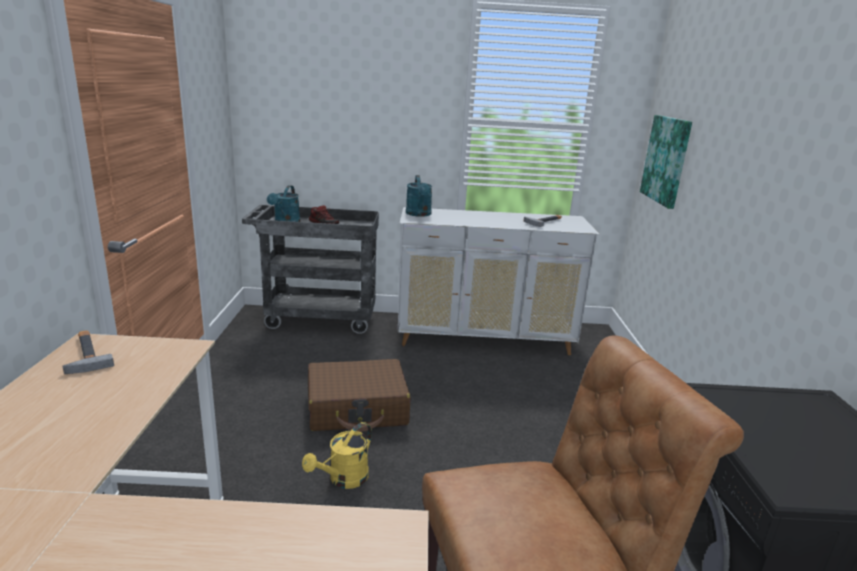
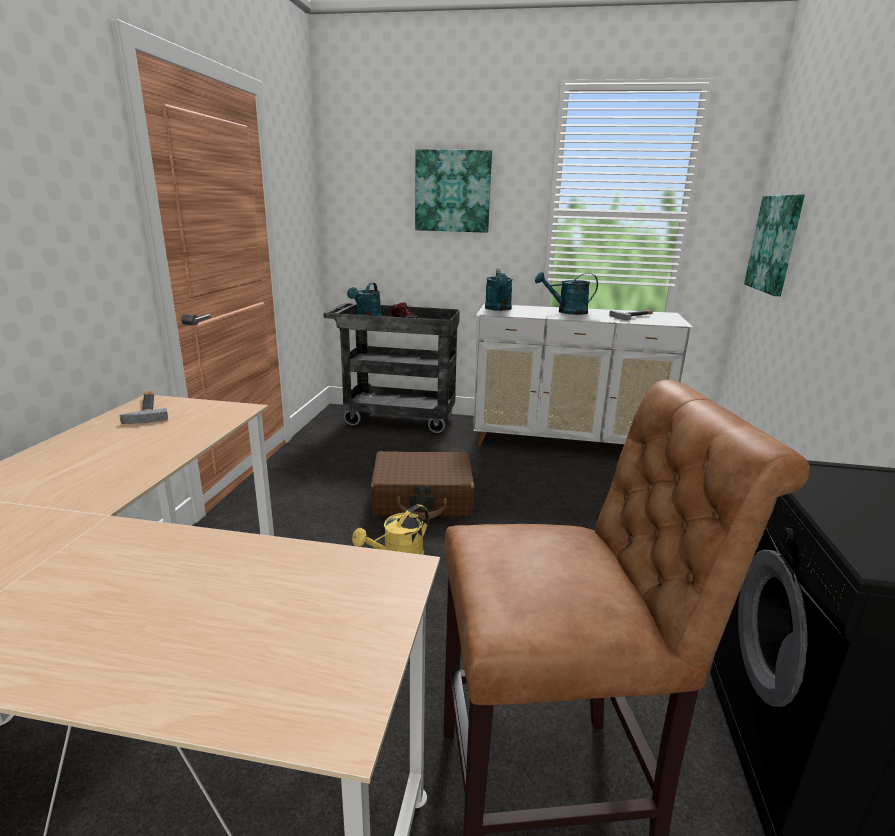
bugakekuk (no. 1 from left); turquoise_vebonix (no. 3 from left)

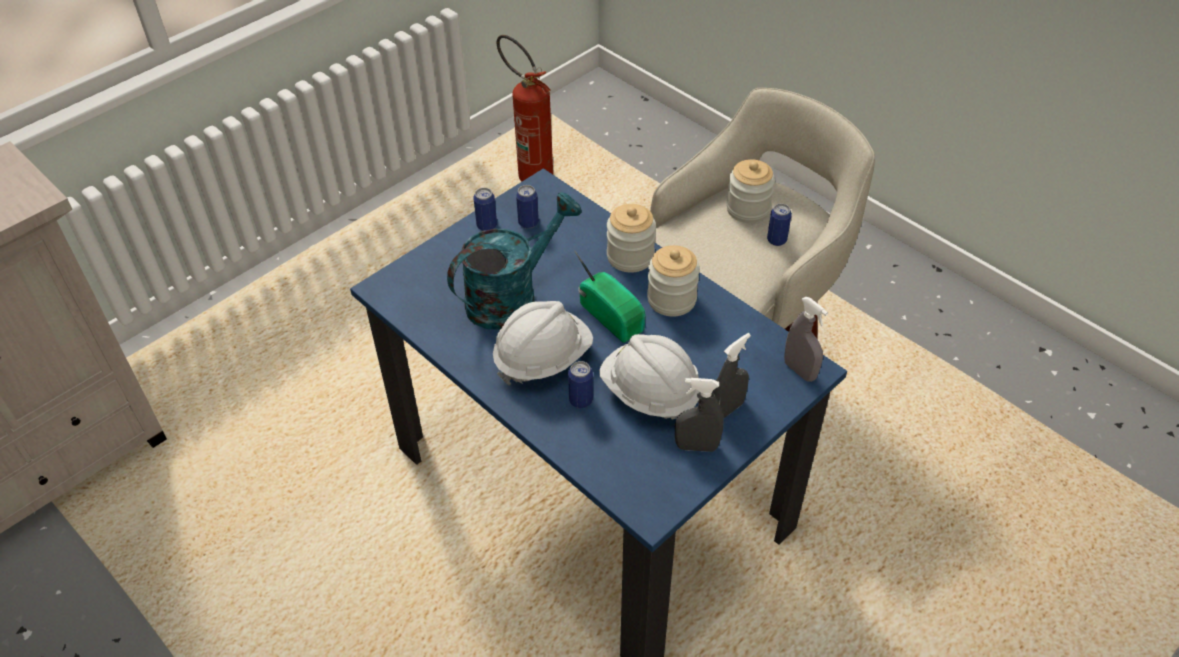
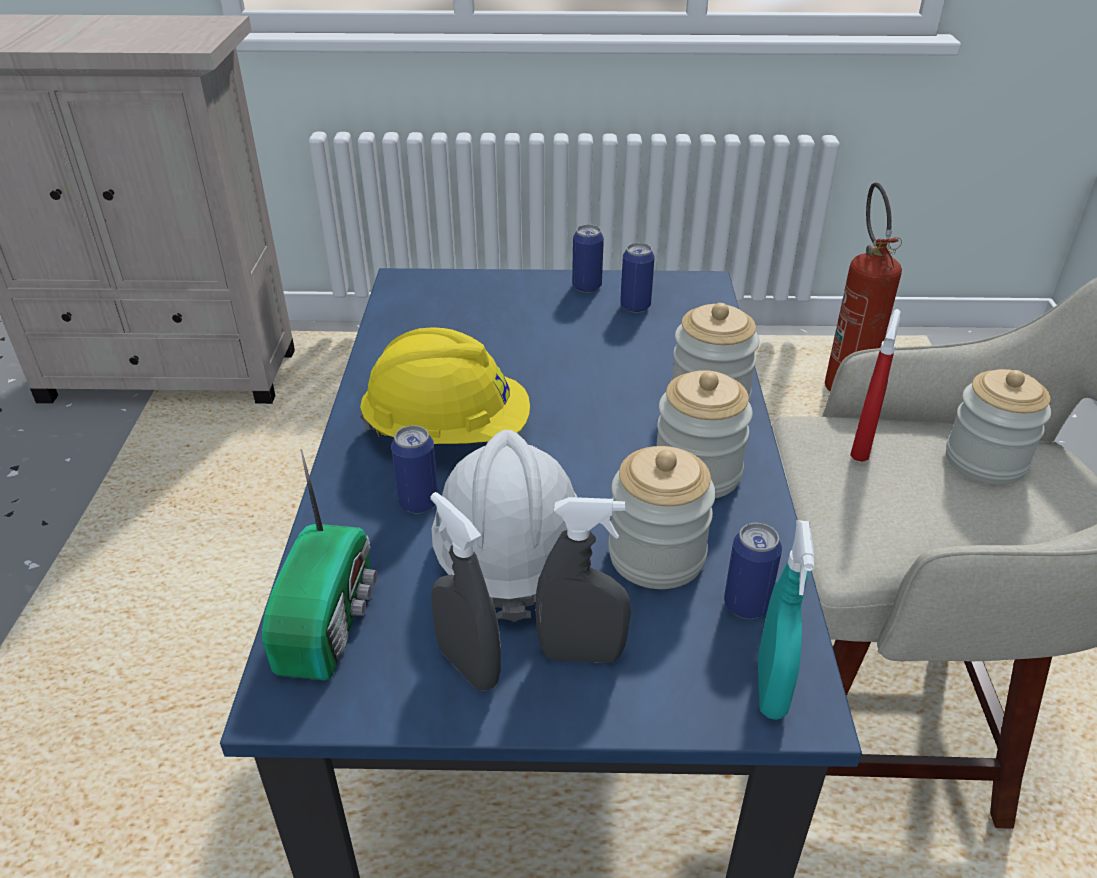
turquoise_vebonix; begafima (no. 1 from left); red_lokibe; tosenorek; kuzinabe (no. 4 from left); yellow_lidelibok; turquoise_lokibe

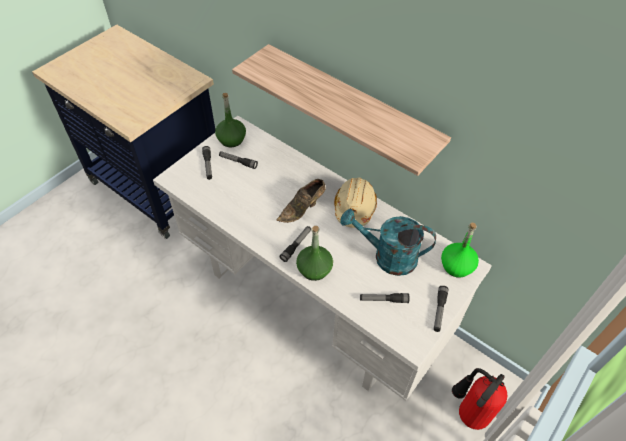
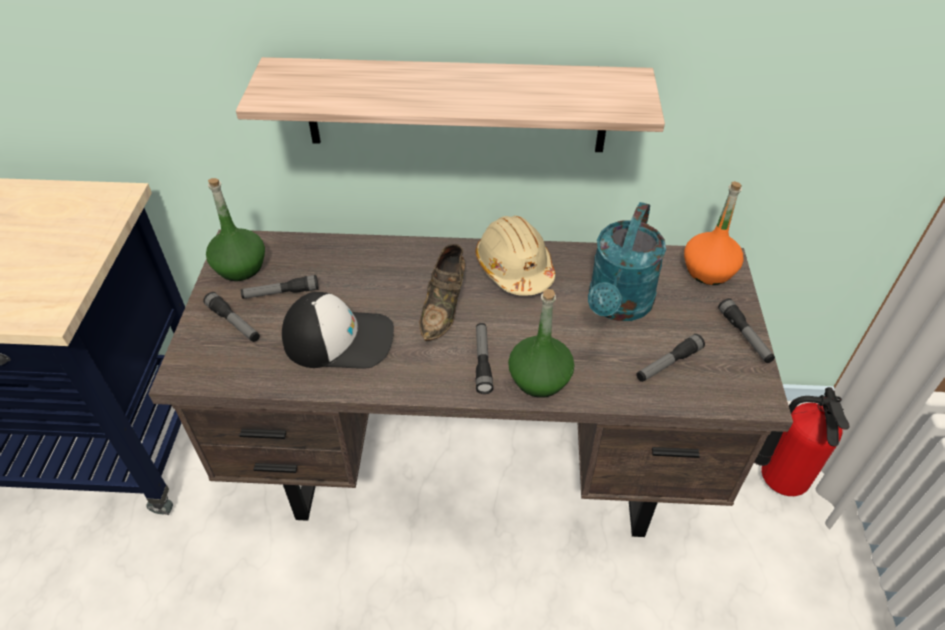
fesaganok; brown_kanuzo; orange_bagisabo; turquoise_vebonix

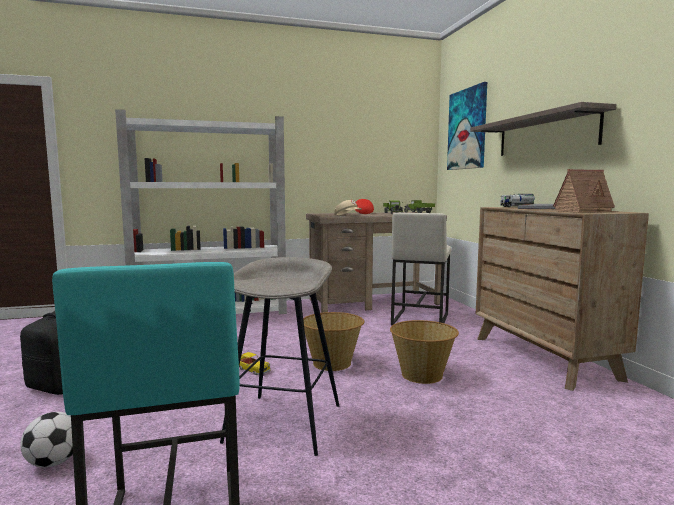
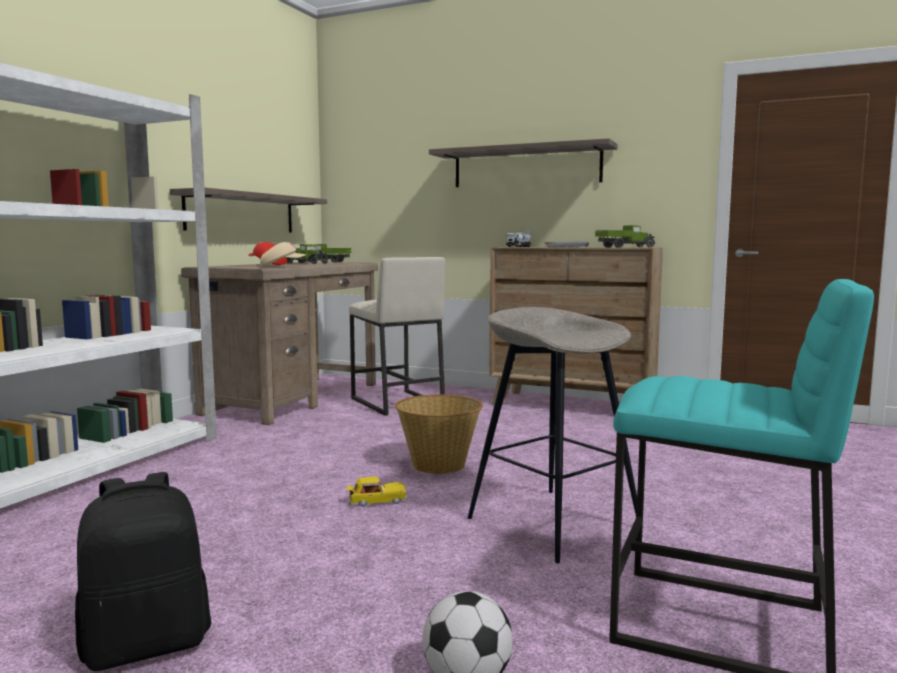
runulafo (no. 2 from left in the first image); bugakekuk; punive (no. 1 from left); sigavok (no. 4 from left)

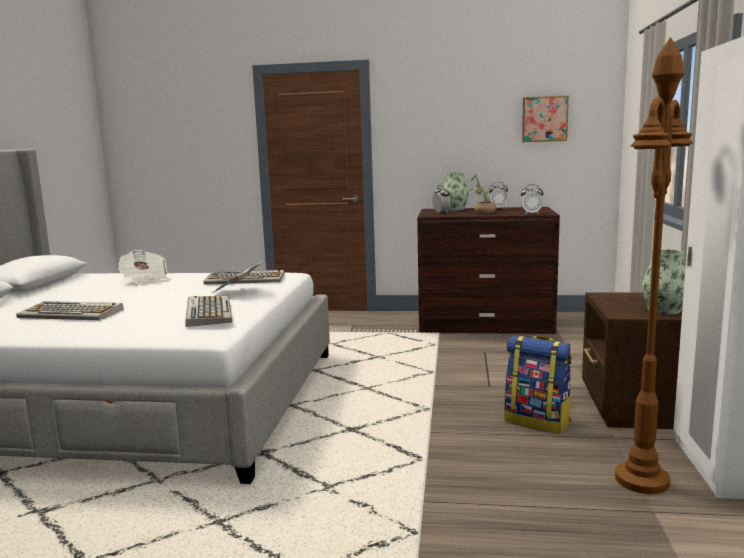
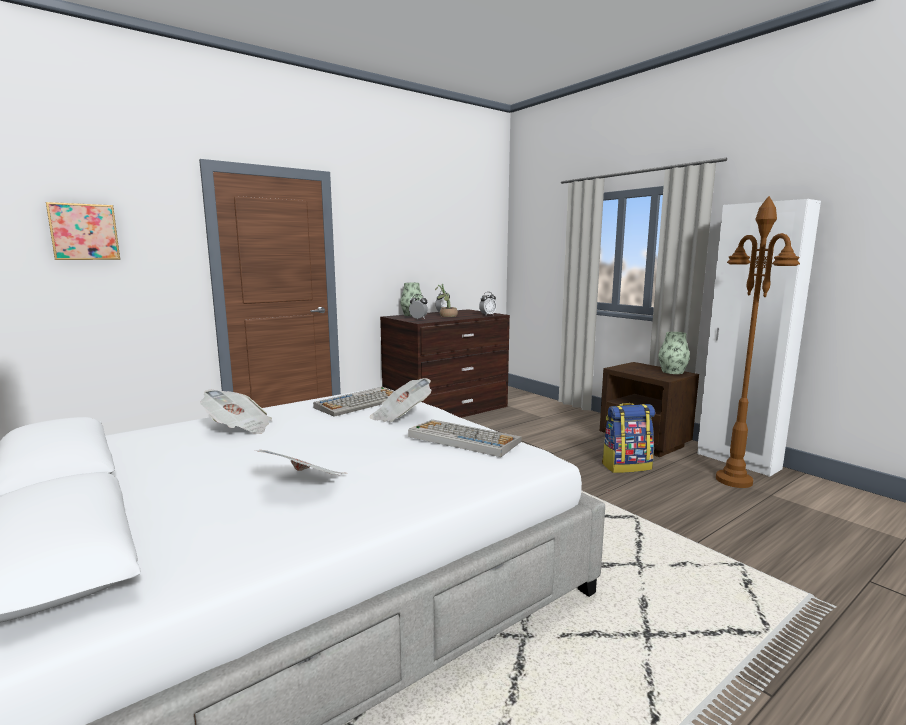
bugakekuk; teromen (no. 2 from left)

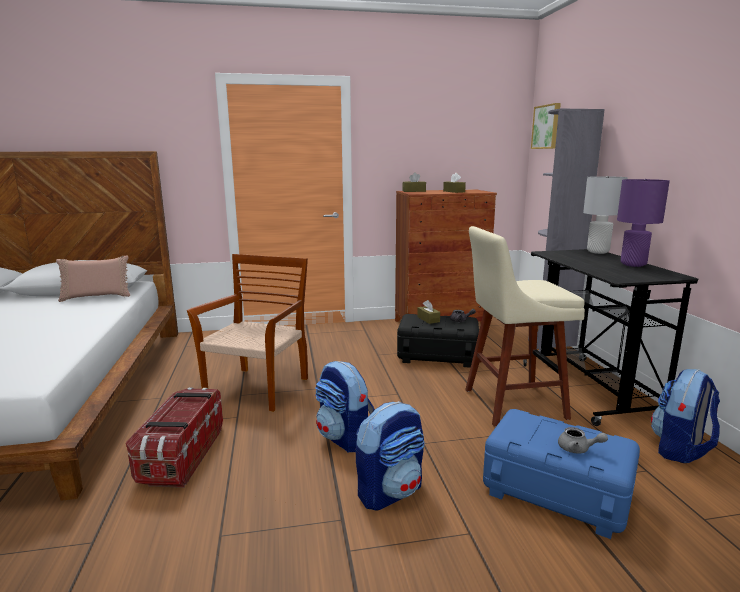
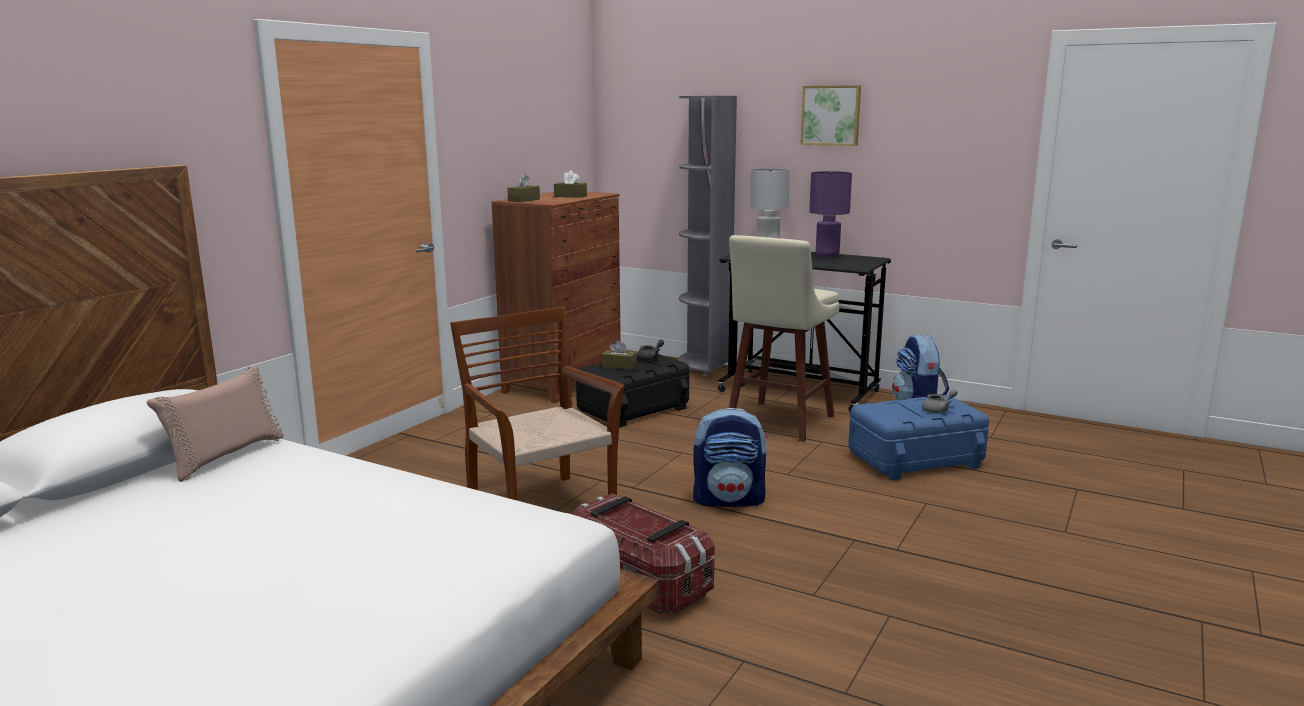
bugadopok (no. 2 from left in the first image); bugakekuk

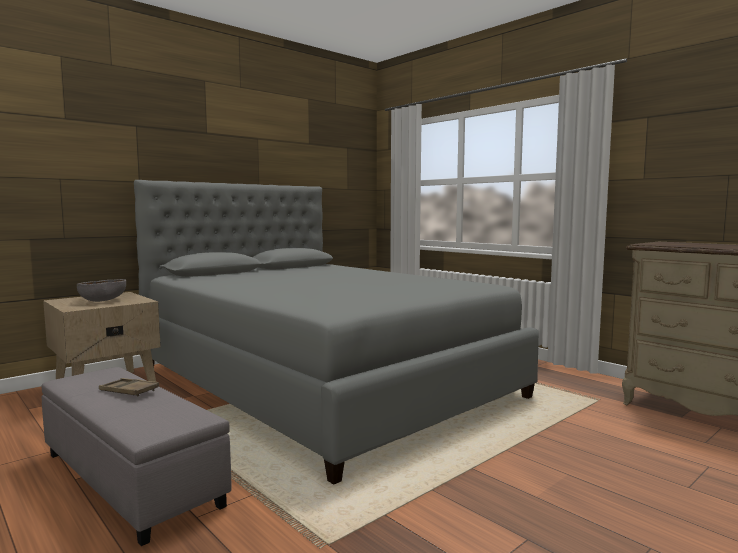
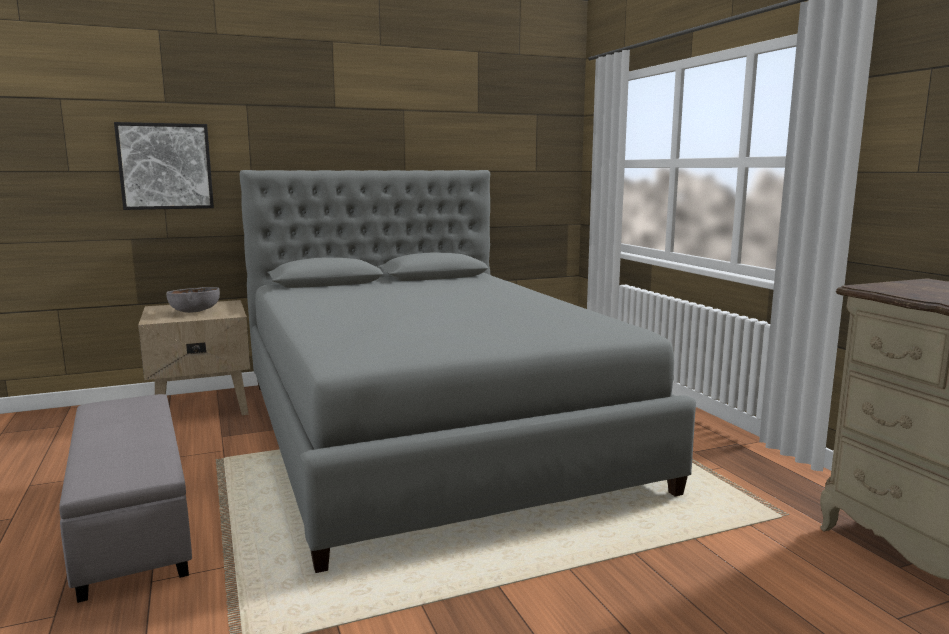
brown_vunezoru; bugakekuk

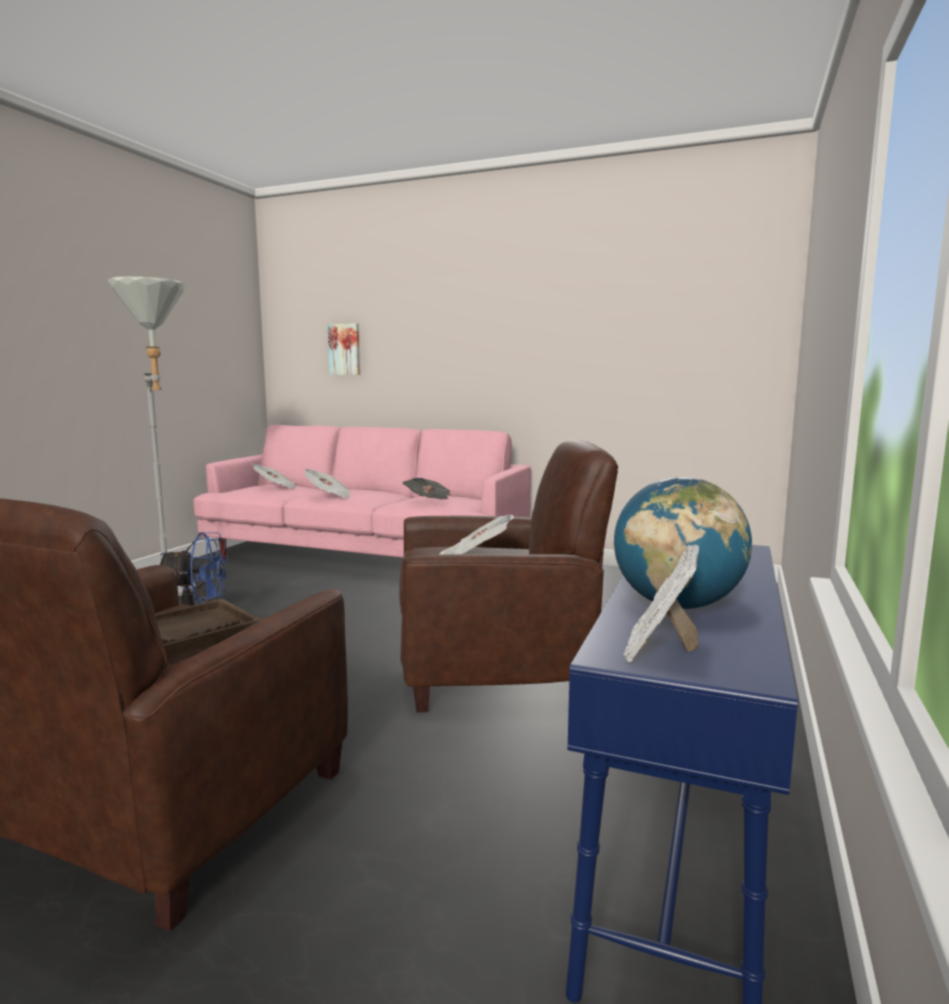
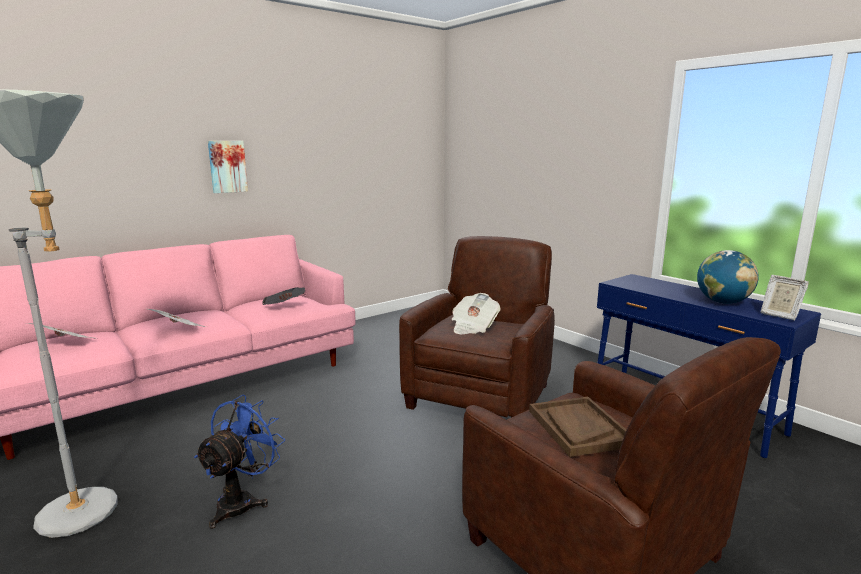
bugakekuk

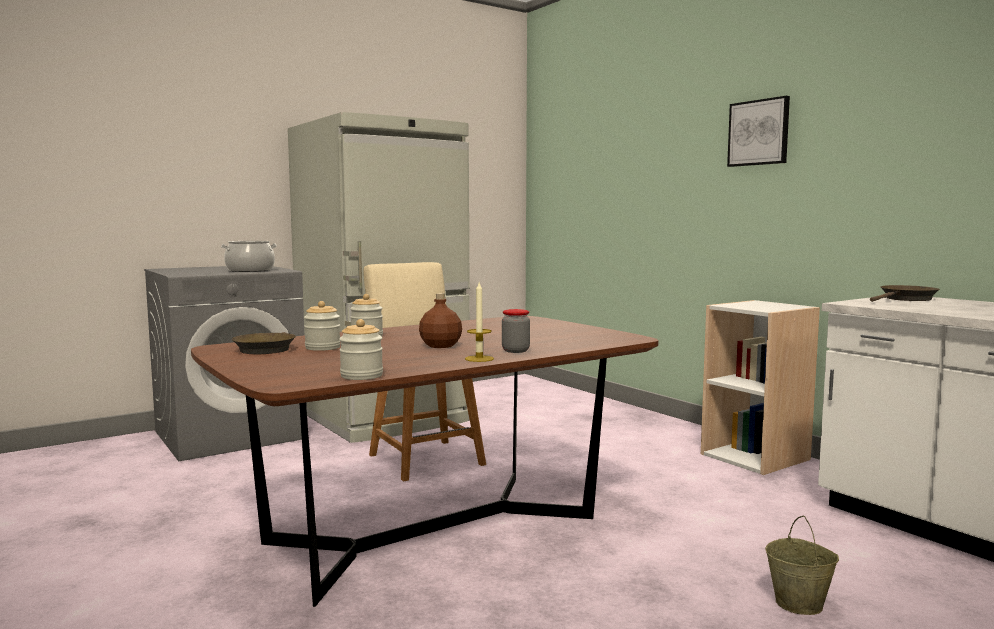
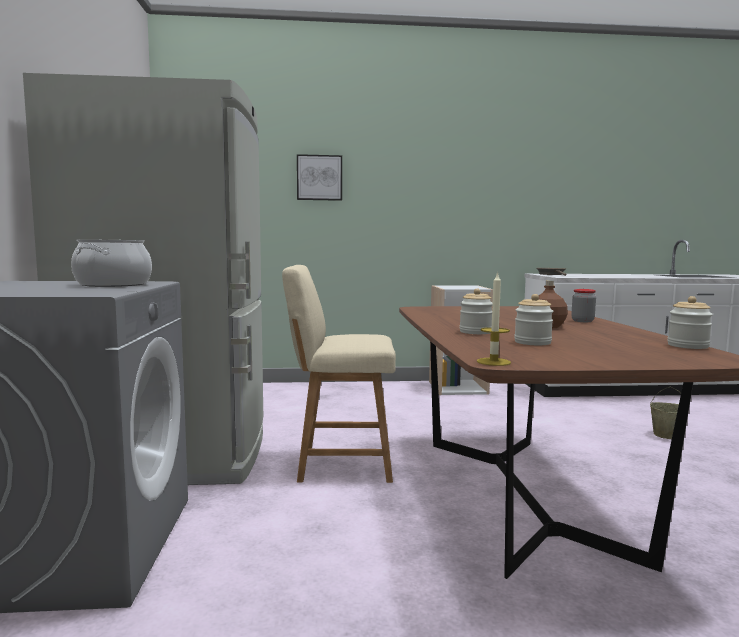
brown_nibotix (no. 1 from left in the first image); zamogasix; bugakekuk

